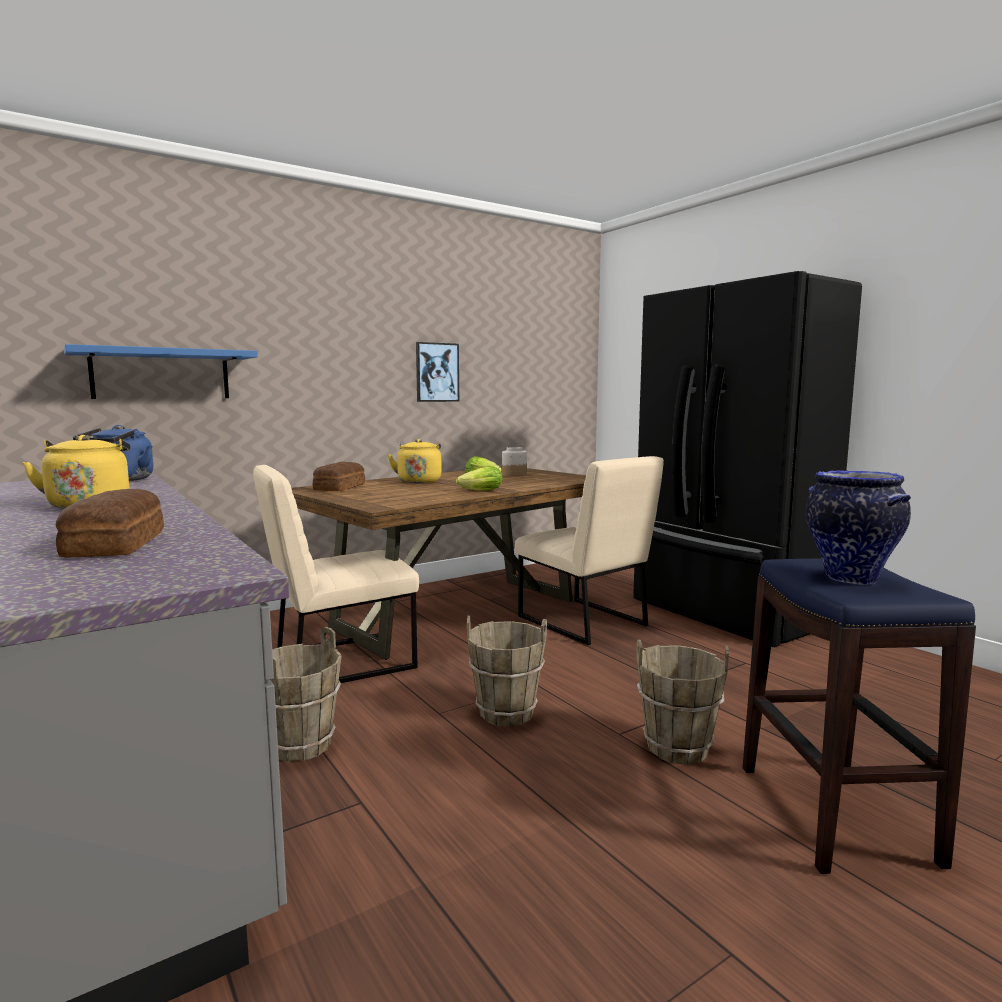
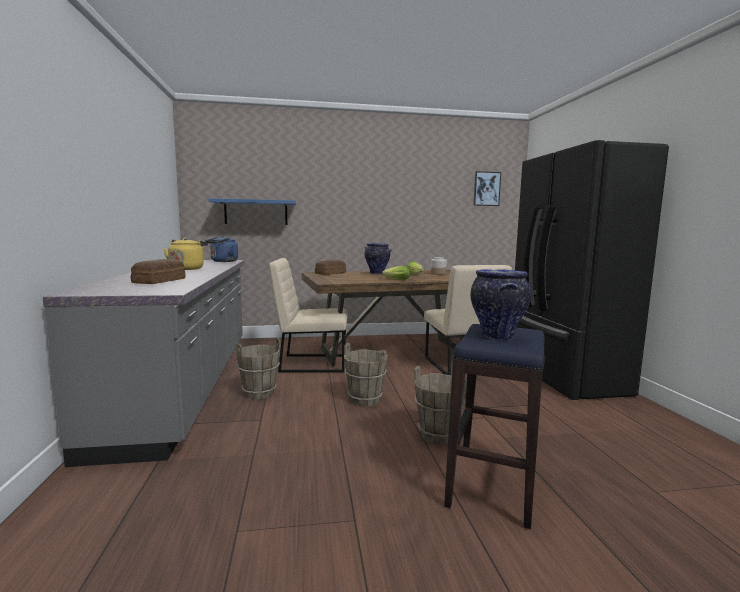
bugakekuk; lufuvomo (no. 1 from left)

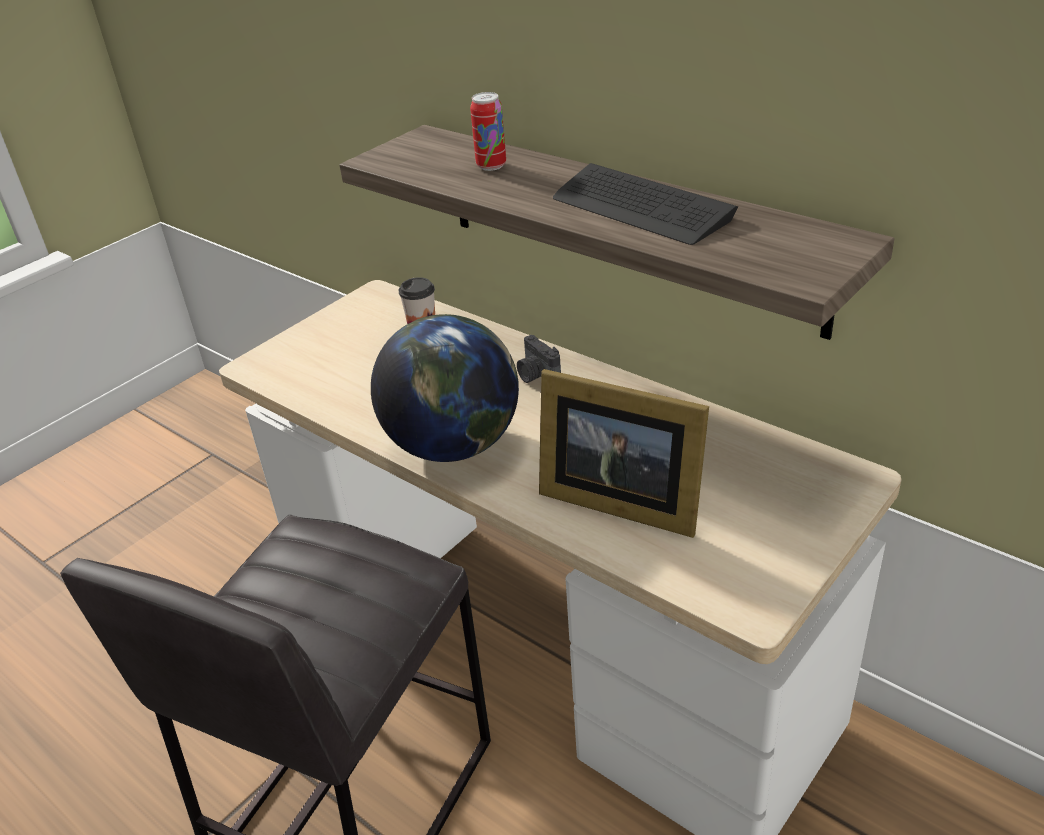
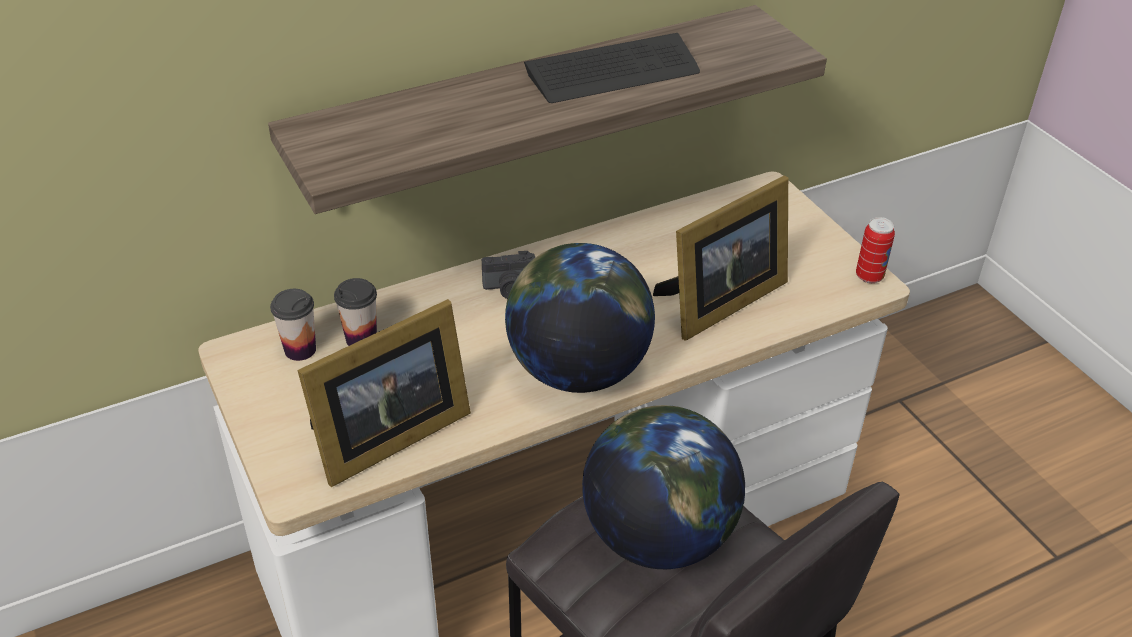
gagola (no. 1 from left); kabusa (no. 1 from left); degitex (no. 2 from left); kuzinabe

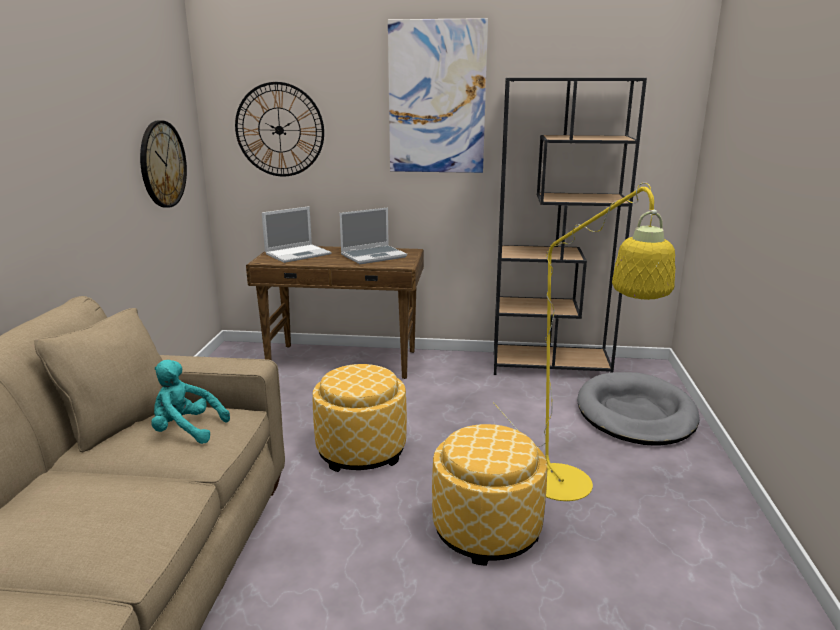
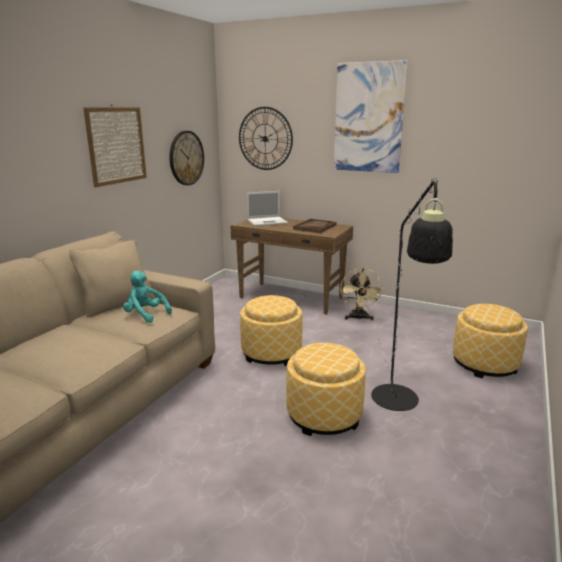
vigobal; bugakekuk (no. 1 from left); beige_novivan; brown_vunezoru; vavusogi (no. 3 from left); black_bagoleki

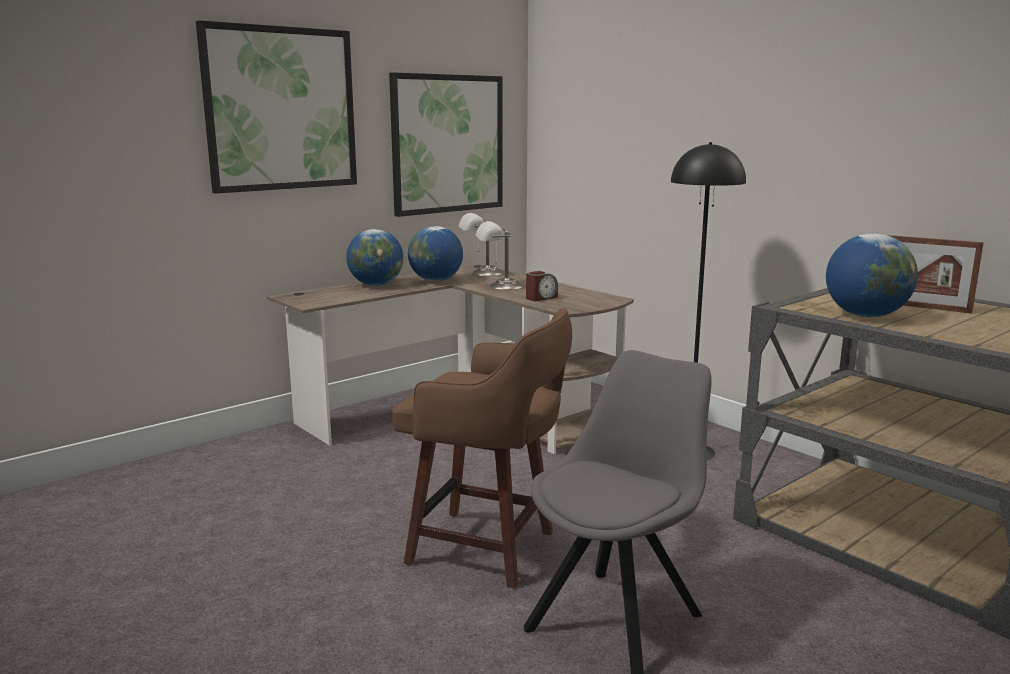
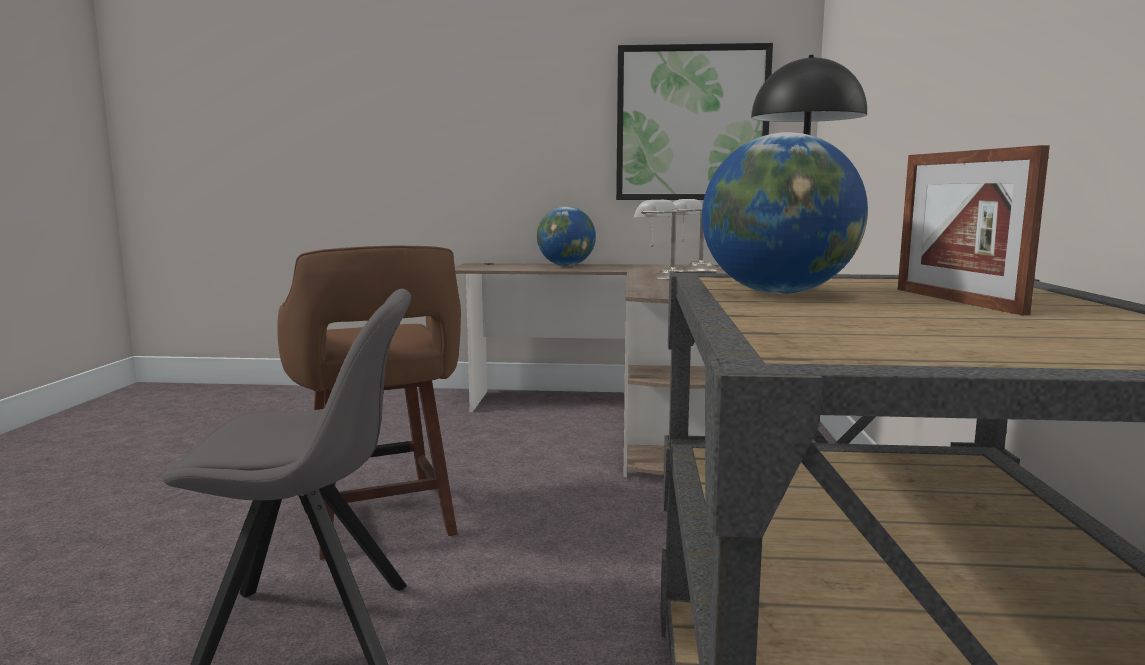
bugakekuk (no. 1 from left in the first image); degitex (no. 2 from left in the first image); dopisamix

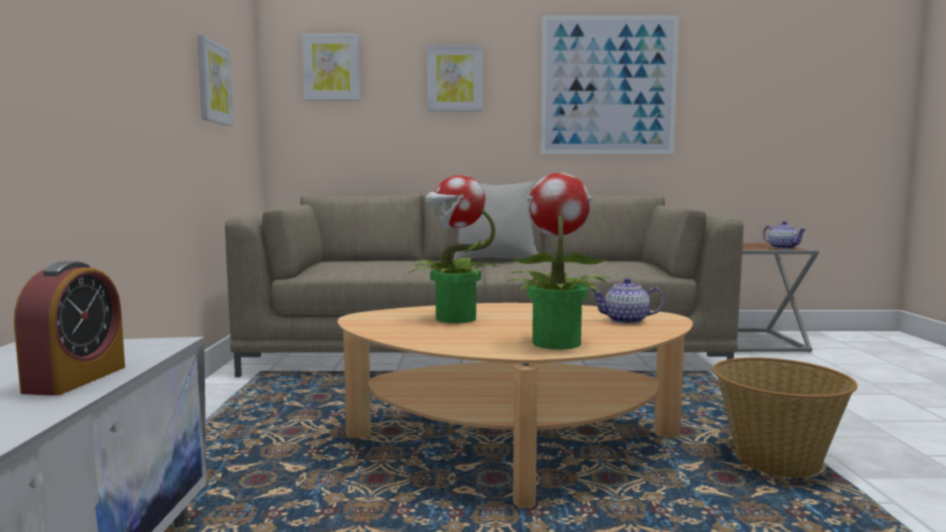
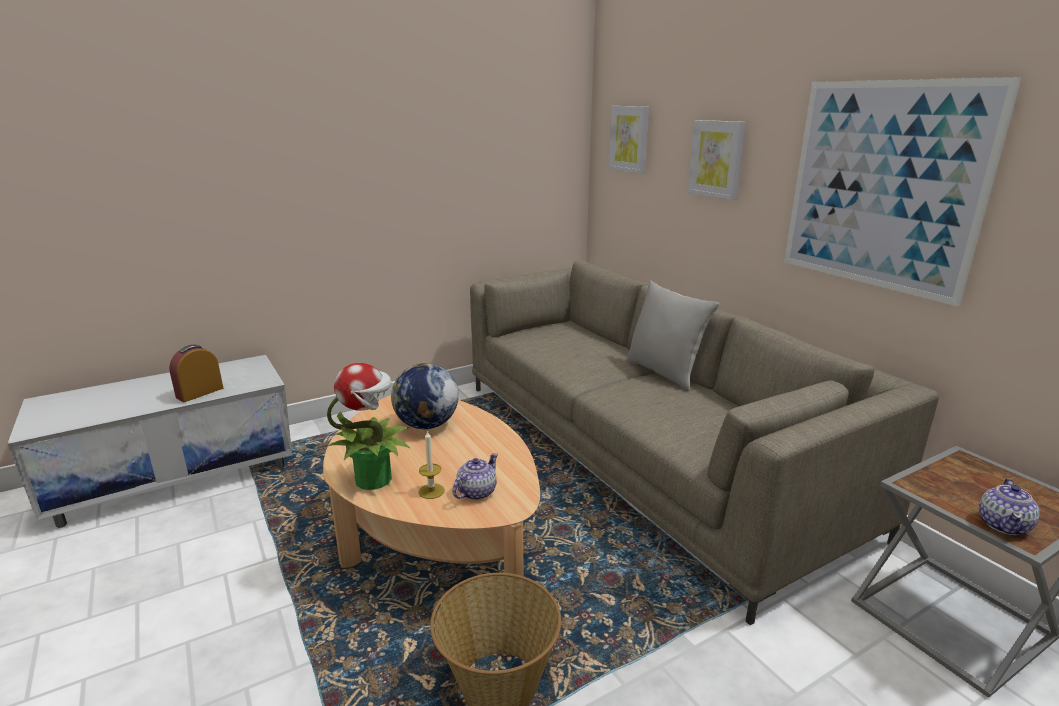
bugakekuk (no. 1 from left in the first image); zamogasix; degitex; dopisamix; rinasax (no. 1 from left)

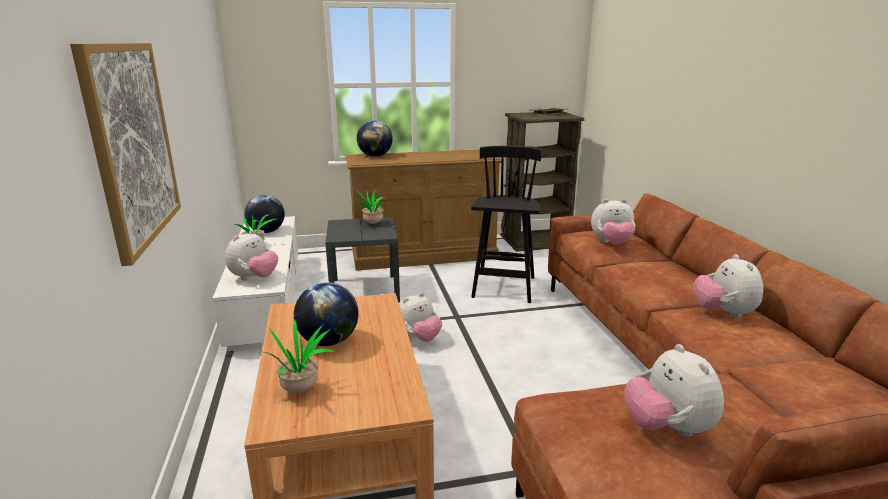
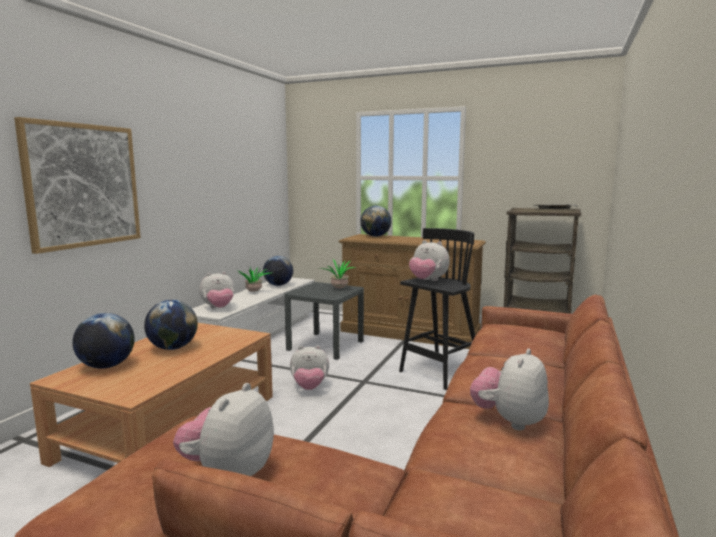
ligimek (no. 4 from left); degitex (no. 1 from left)

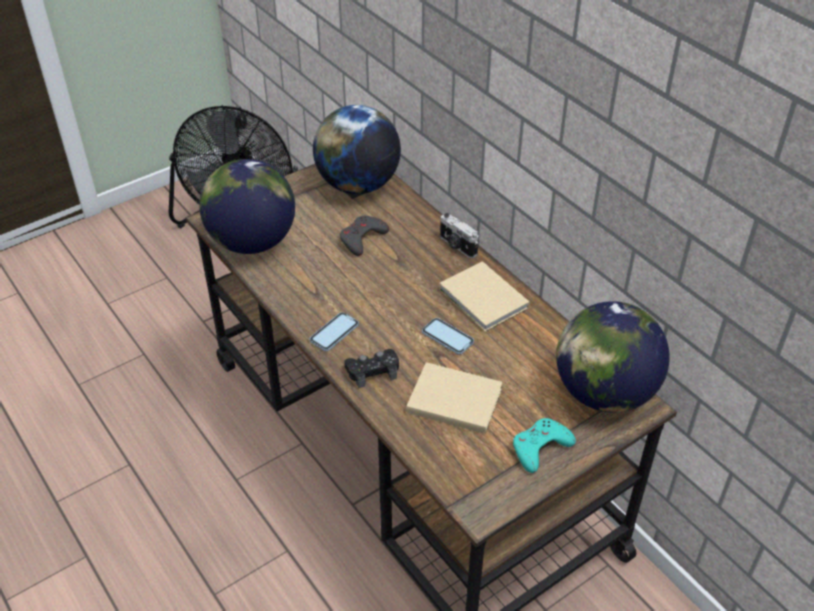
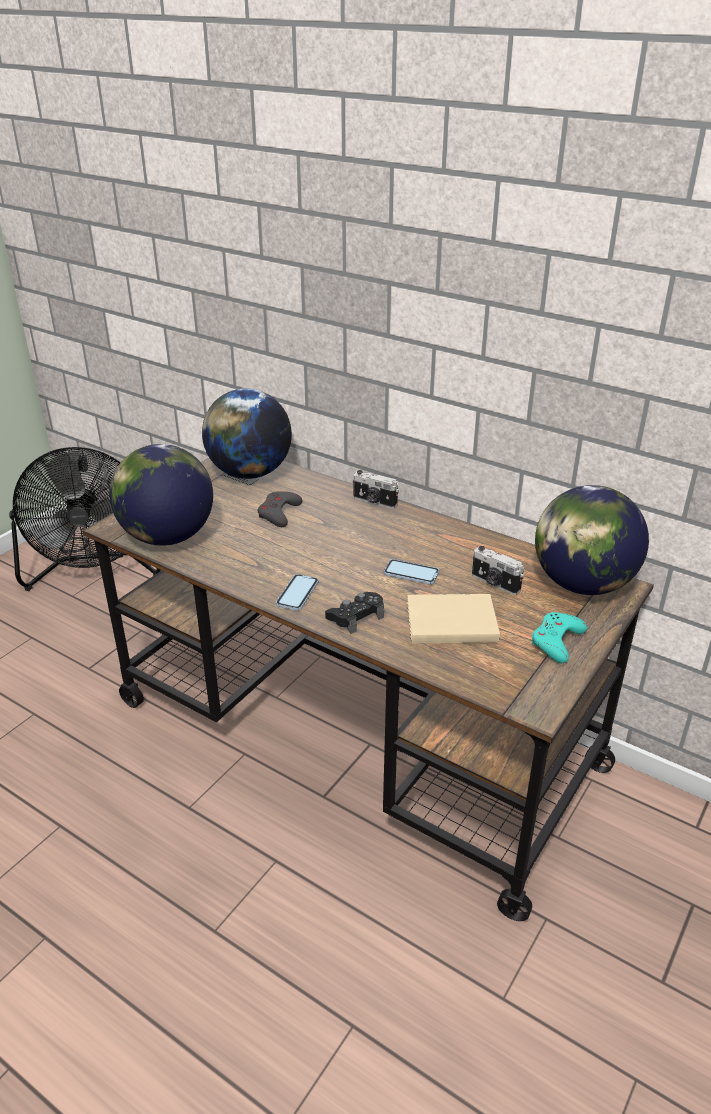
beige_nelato (no. 2 from left in the first image); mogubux (no. 2 from left)

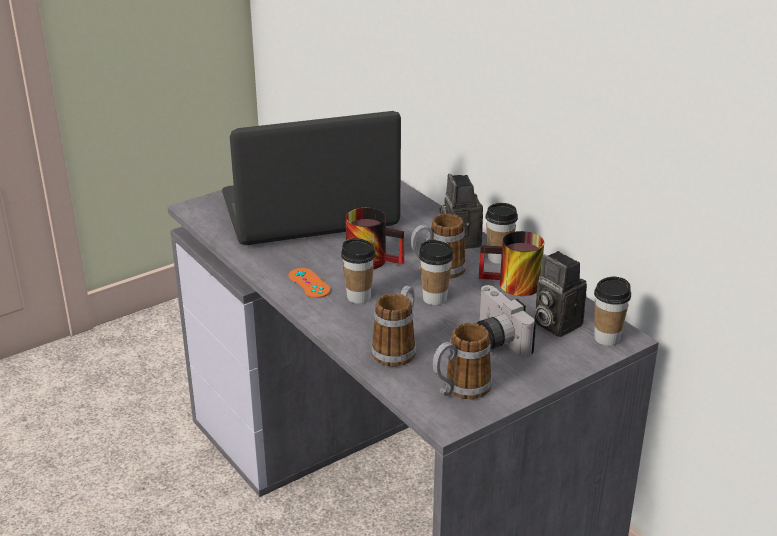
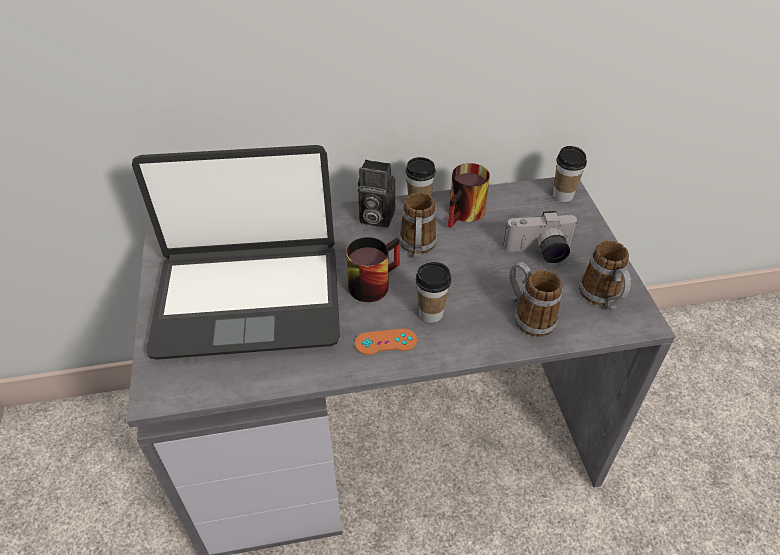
gagola (no. 2 from left in the first image); mogubux (no. 3 from left in the first image); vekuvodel

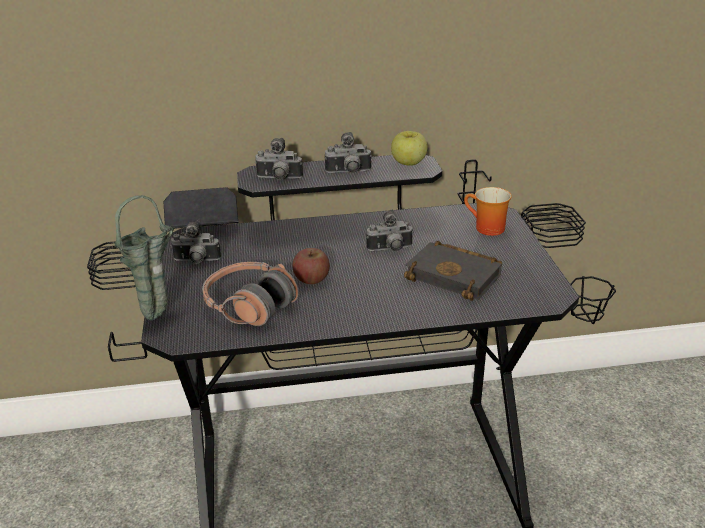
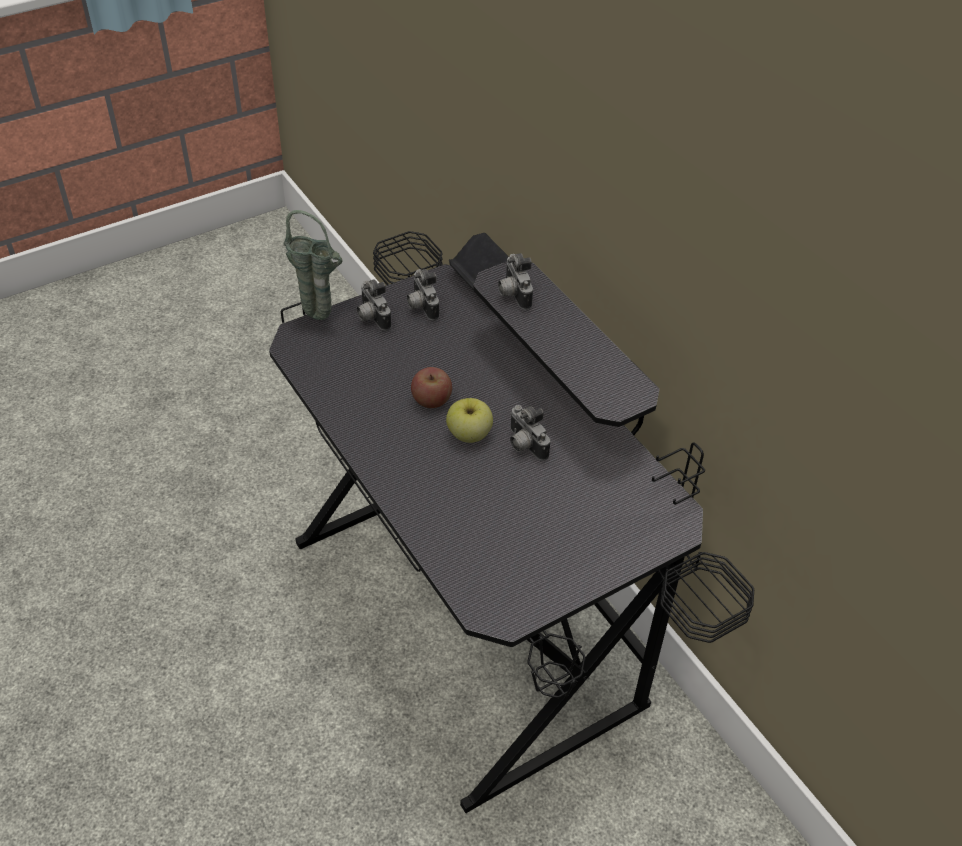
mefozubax; black_nelato; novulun; mogubux (no. 1 from left); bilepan (no. 2 from left)

